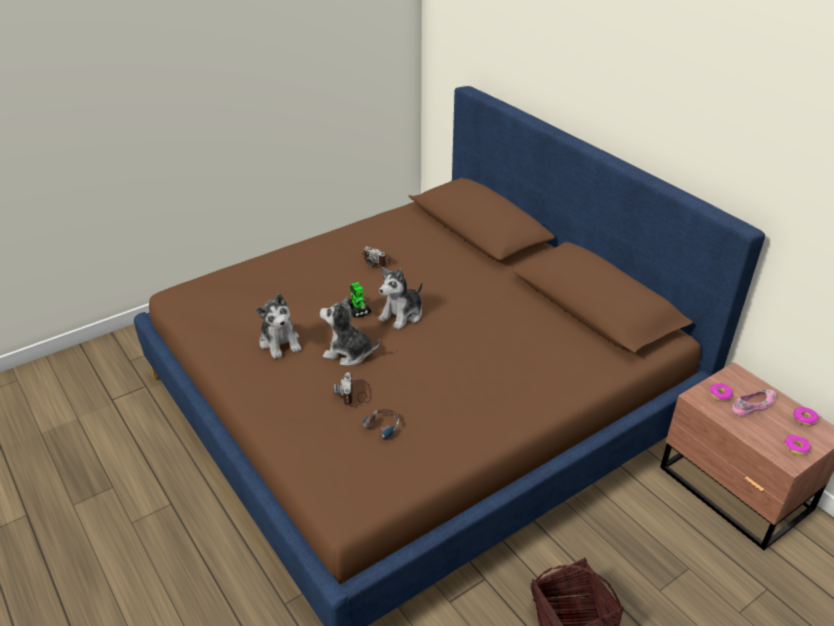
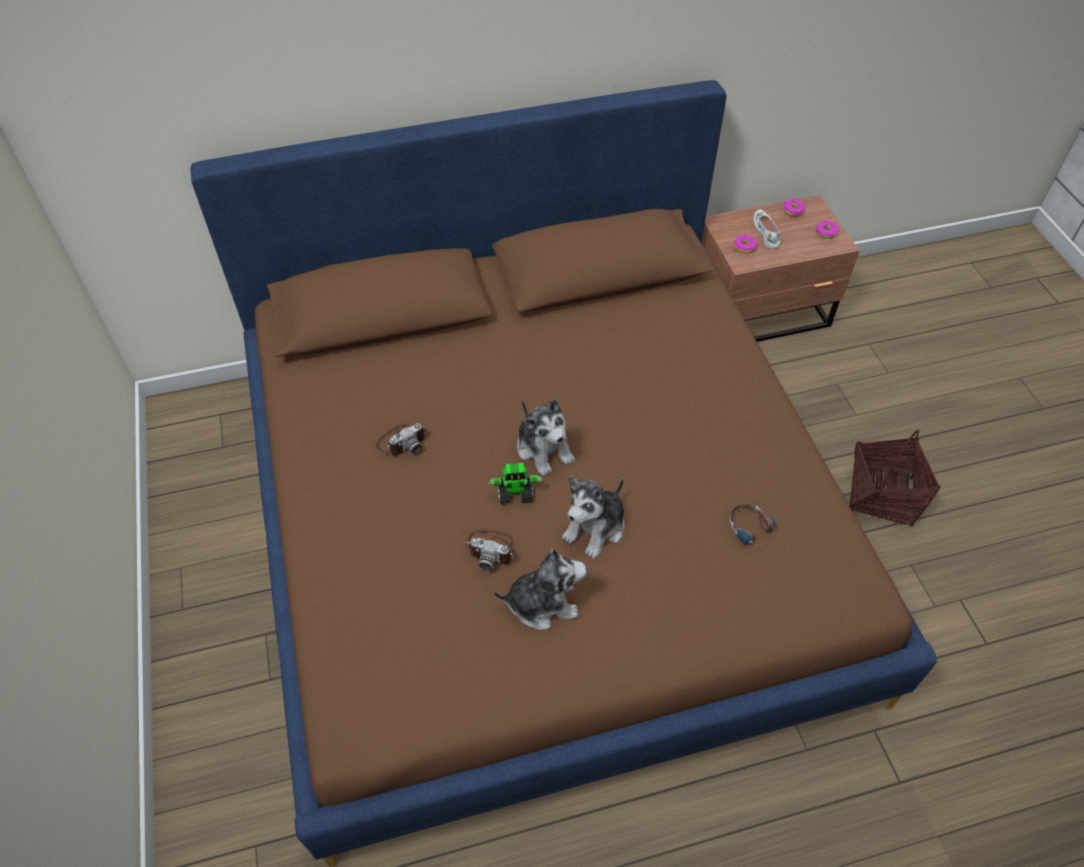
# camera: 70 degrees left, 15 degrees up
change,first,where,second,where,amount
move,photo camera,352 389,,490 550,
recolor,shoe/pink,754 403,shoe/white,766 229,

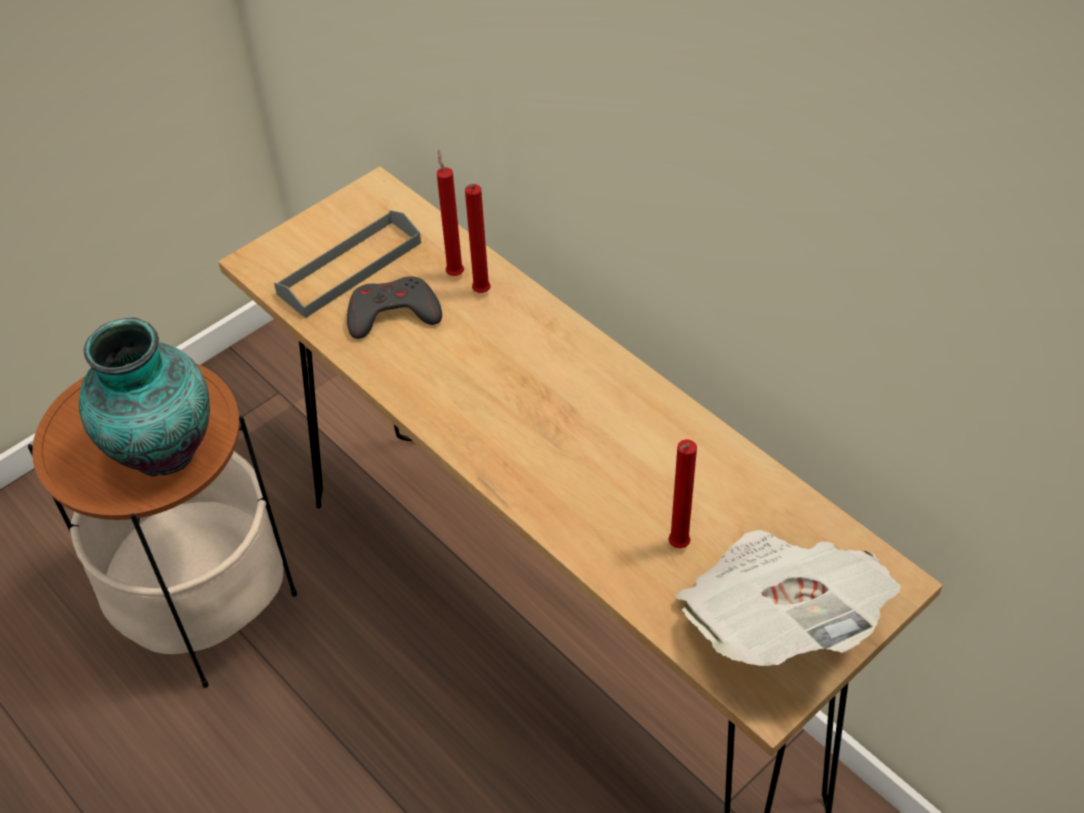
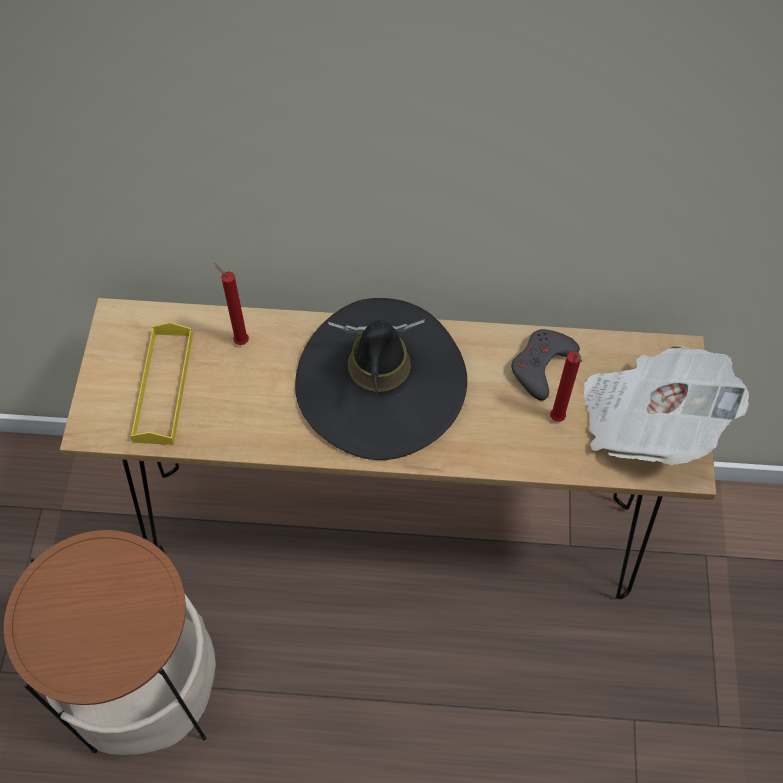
# camera: 45 degrees left, 10 degrees up
change,first,where,second,where,amount
delete,candle/red,478 238,,,
recolor,tray/grey,347 264,tray/yellow,162 383,
move,game controller/grey,394 307,,545 364,
delete,vase,144 397,,,
insert,,,hat/black,381 379,

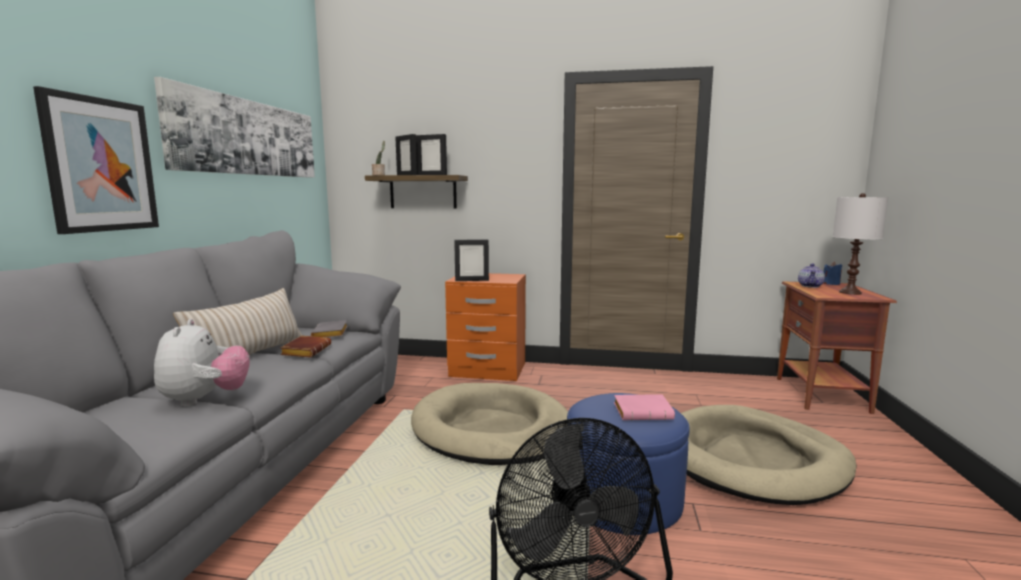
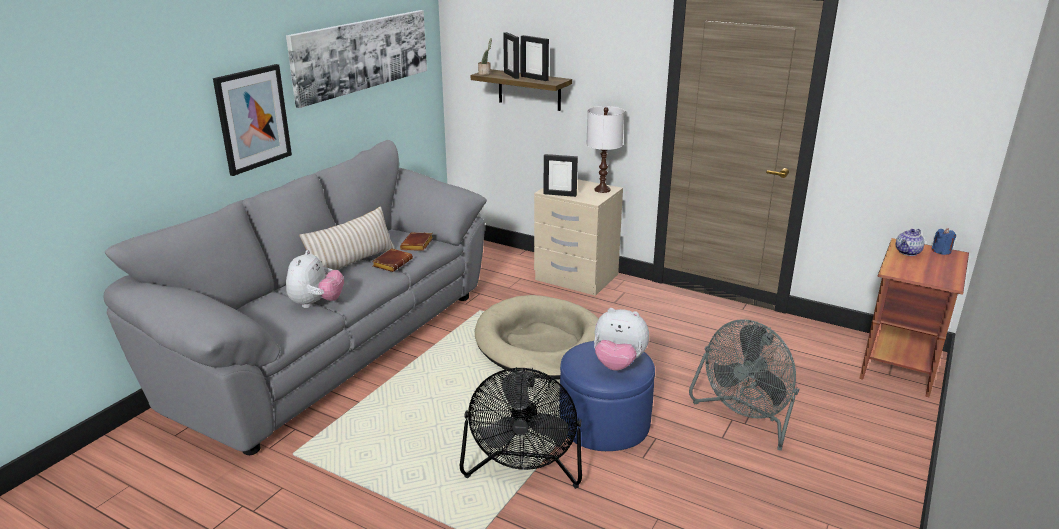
# camera: 20 degrees right, 15 degrees up
change,first,where,second,where,amount
move,table lamp/white,861 244,,605 149,
recolor,nightstand/orange,485 327,nightstand/beige,578 237,
recolor,book/grey,329 329,book/brown,416 241,
replace,book/pink,644 407,plush toy,621 339,
replace,dog bed/beige,769 455,fan/grey,744 385,

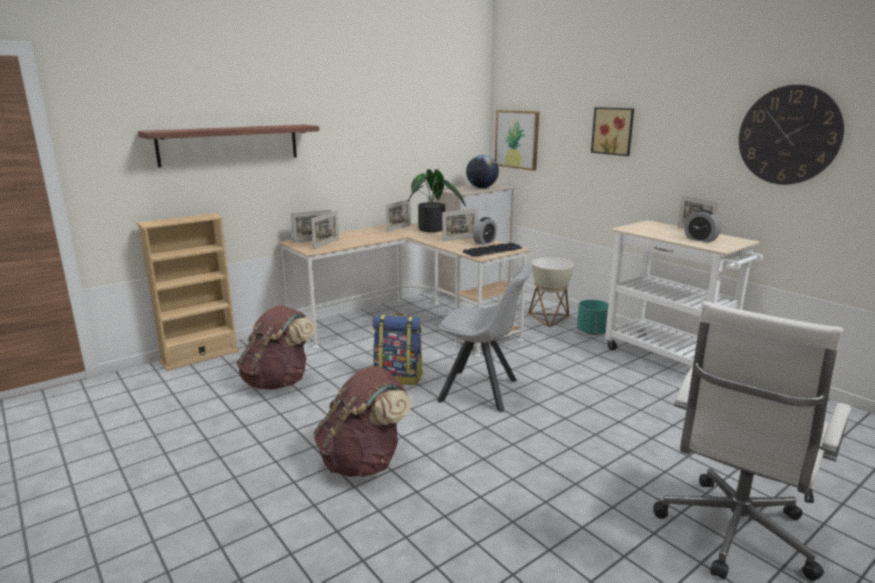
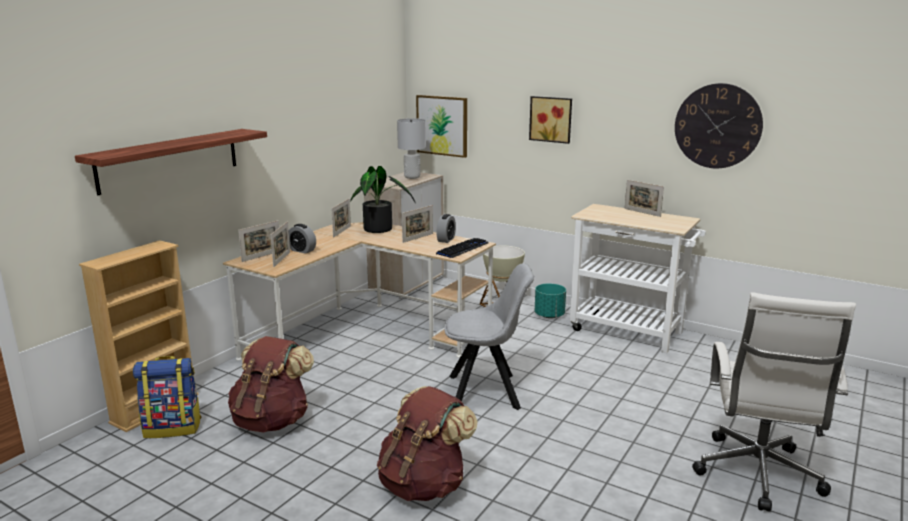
# camera: 20 degrees left, 0 degrees up
change,first,where,second,where,amount
replace,globe,482 171,table lamp/grey,411 148,
move,alarm clock,702 226,,302 239,
move,backpack,397 349,,167 397,

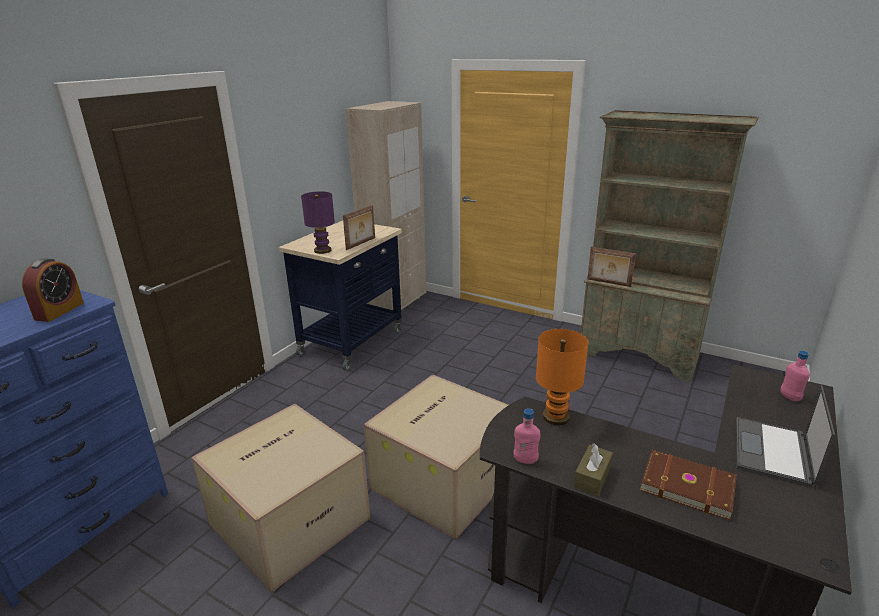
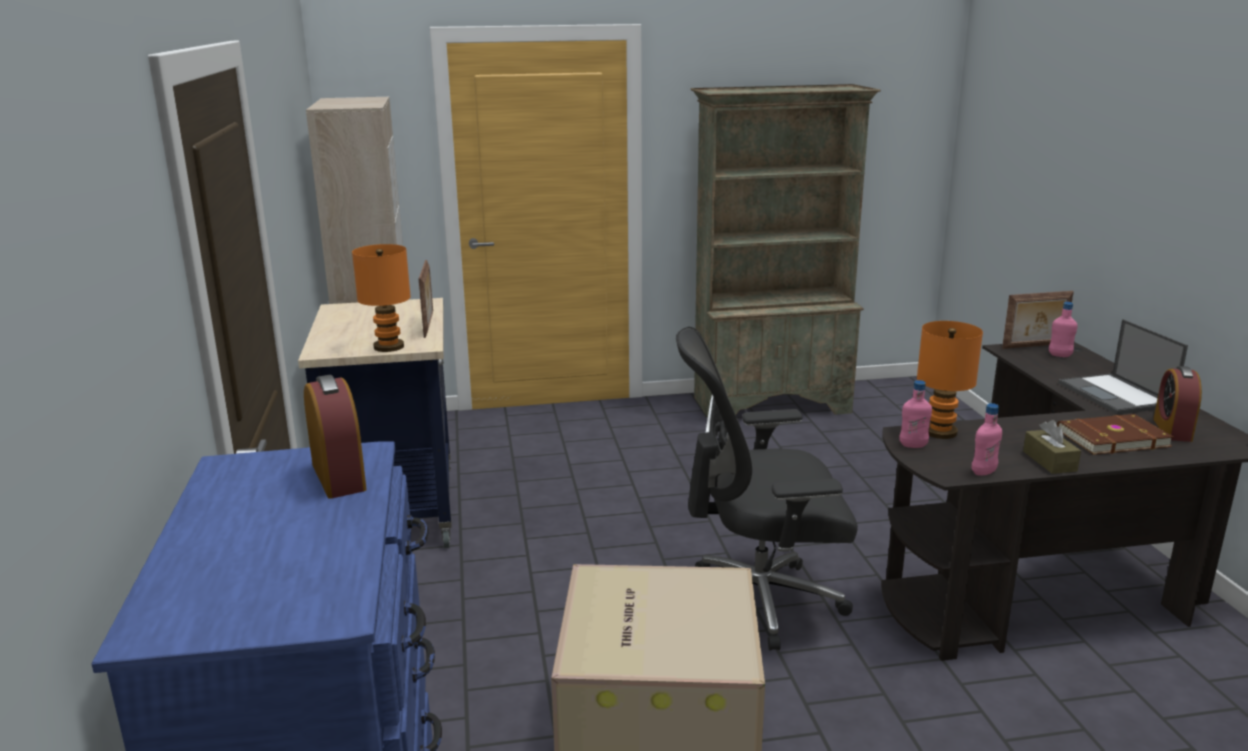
# camera: 40 degrees left, 5 degrees down
change,first,where,second,where,amount
recolor,table lamp/purple,318 222,table lamp/orange,381 298,
move,picture frame,611 267,,1038 320,
replace,cardboard box,436 456,office chair,767 488,
insert,,,alarm clock,1177 404,
insert,,,bottle/pink,916 414,

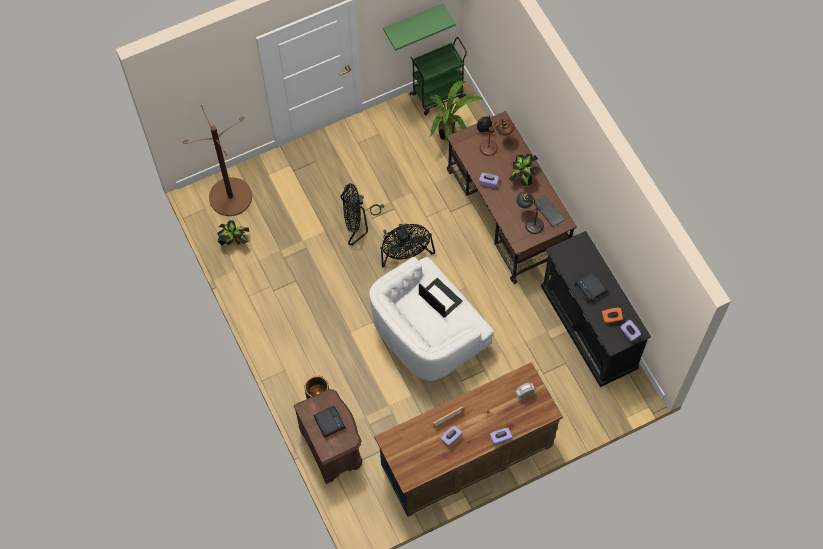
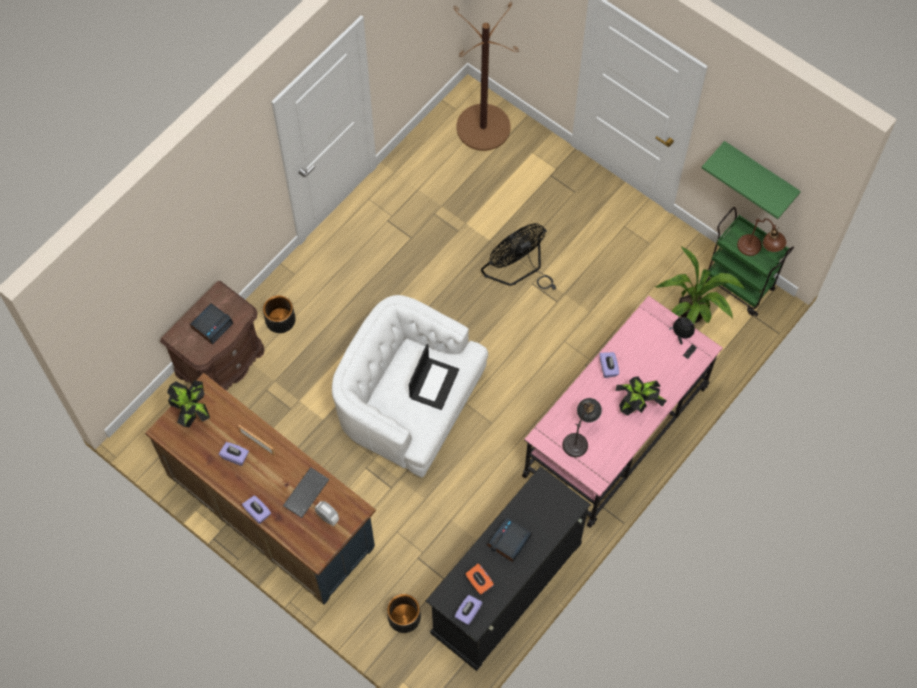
# camera: 65 degrees right, 0 degrees up
change,first,where,second,where,amount
recolor,desk/brown,512 197,desk/pink,622 411,
move,table lamp/brown,497 137,,761 237,
move,keyboard,549 211,,306 492,
move,potted plant,233 233,,188 403,
delete,fan/black,407 245,,,
insert,,,planter/black,404 613,

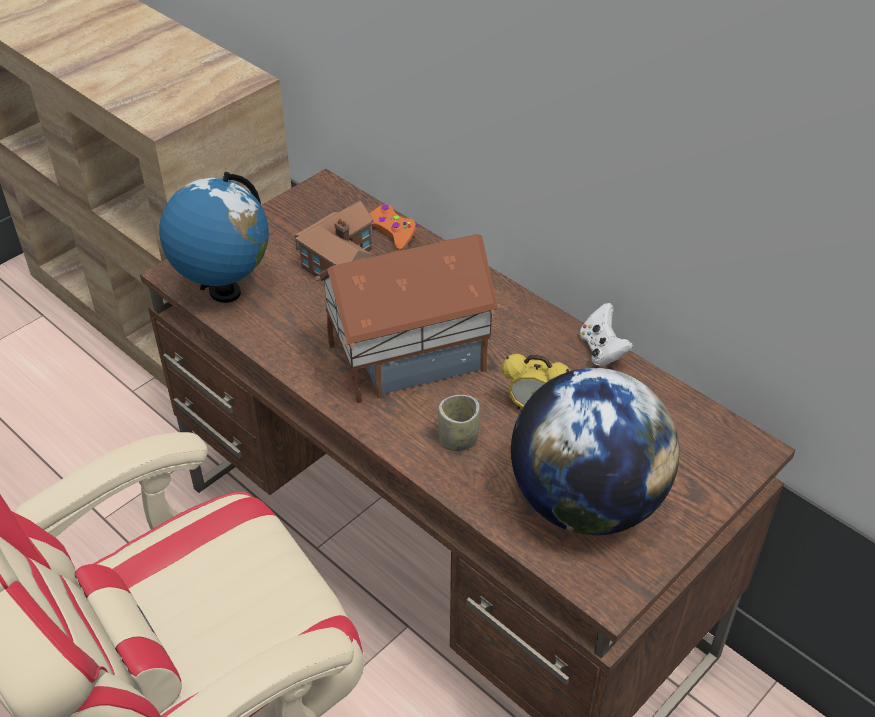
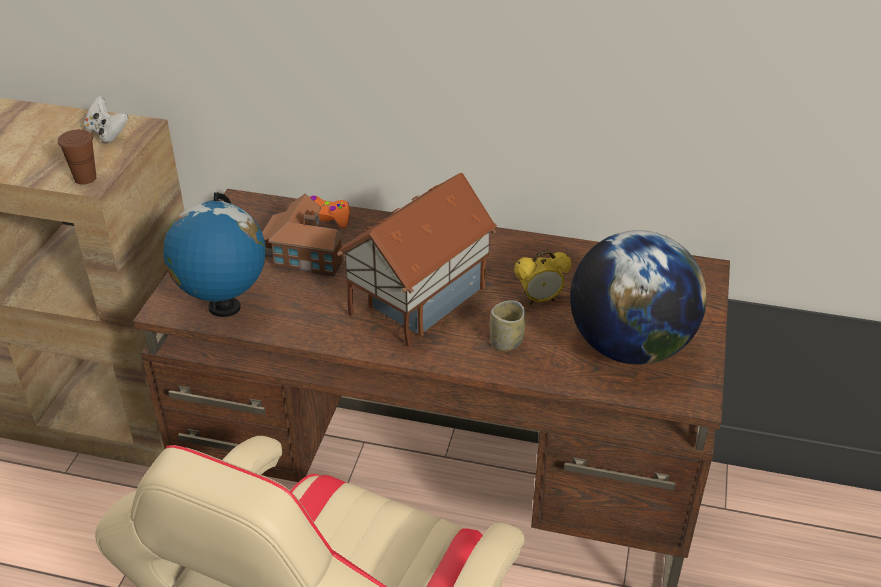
# camera: 30 degrees left, 5 degrees down
change,first,where,second,where,amount
move,game controller/white,606 334,,106 119,
insert,,,cup/brown,77 157,

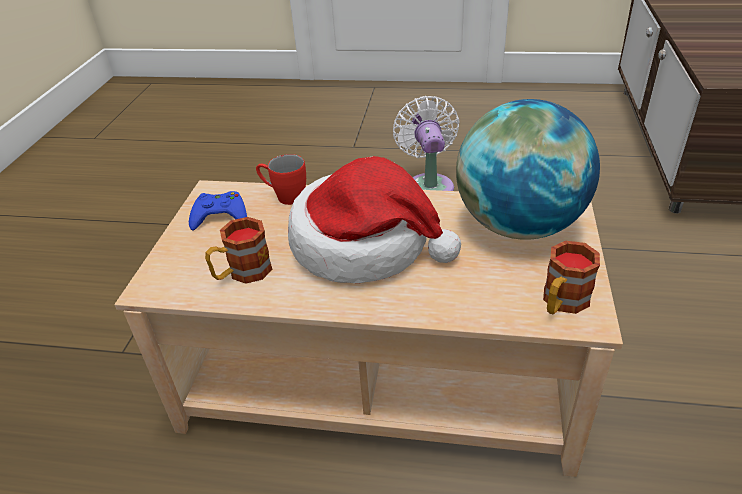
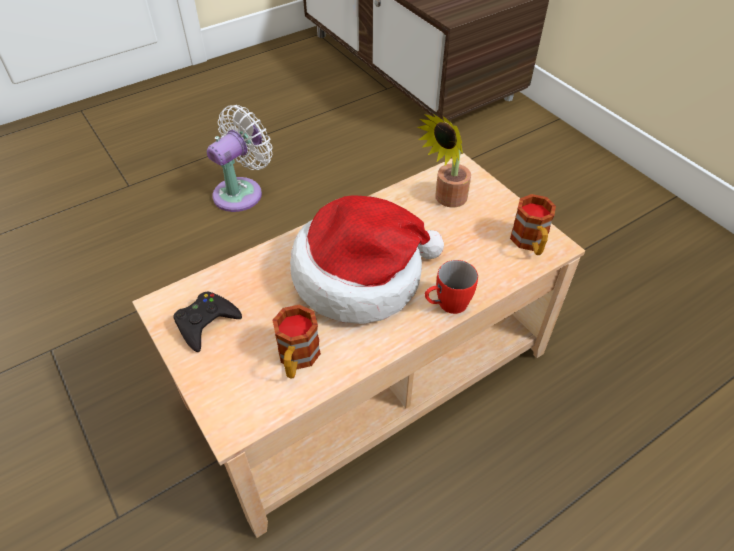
# camera: 45 degrees left, 10 degrees up
change,first,where,second,where,amount
rotate,fan/white,426 143,,239 158,90 degrees clockwise
replace,globe,528 169,potted plant,444 160,
move,mug/red,281 179,,451 287,
recolor,game controller/blue,218 211,game controller/black,207 321,

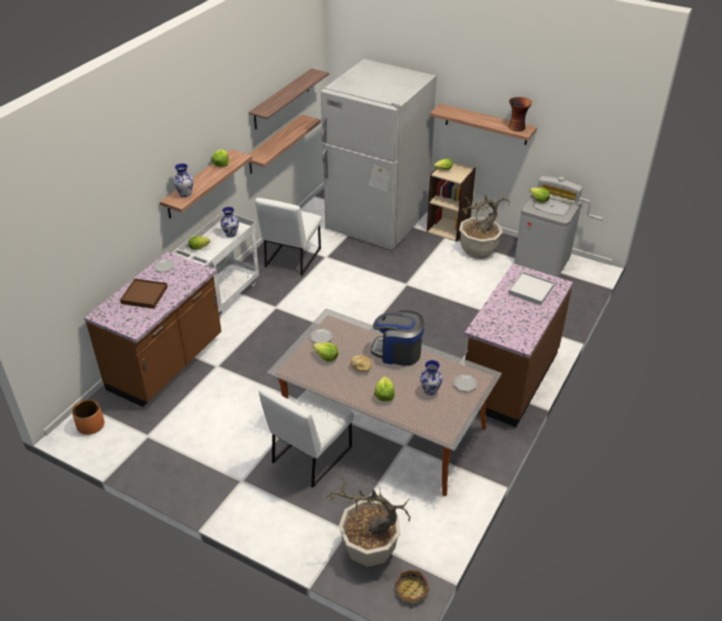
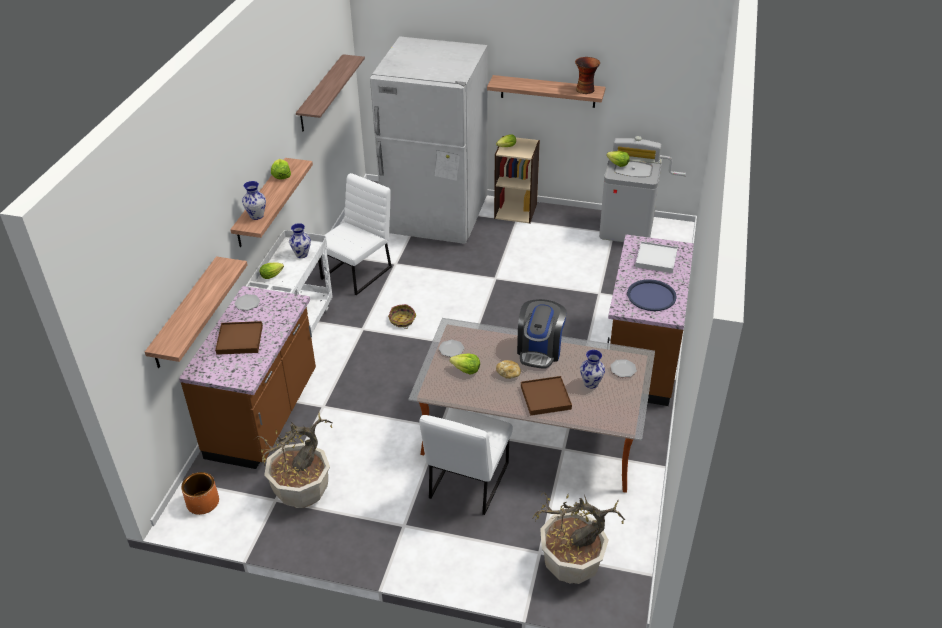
# camera: 15 degrees left, 0 degrees up
change,first,where,second,where,amount
move,shelf,284 144,,196 312,
move,potted plant,484 226,,295 459,
rotate,chair/white,288 237,,355 234,150 degrees counterclockwise
rotate,coffee machine,398 338,,542 333,75 degrees counterclockwise
replace,lettuce,384 388,tray/brown,546 395,
move,basket,412 589,,402 316,
insert,,,tray/blue,652 295,

